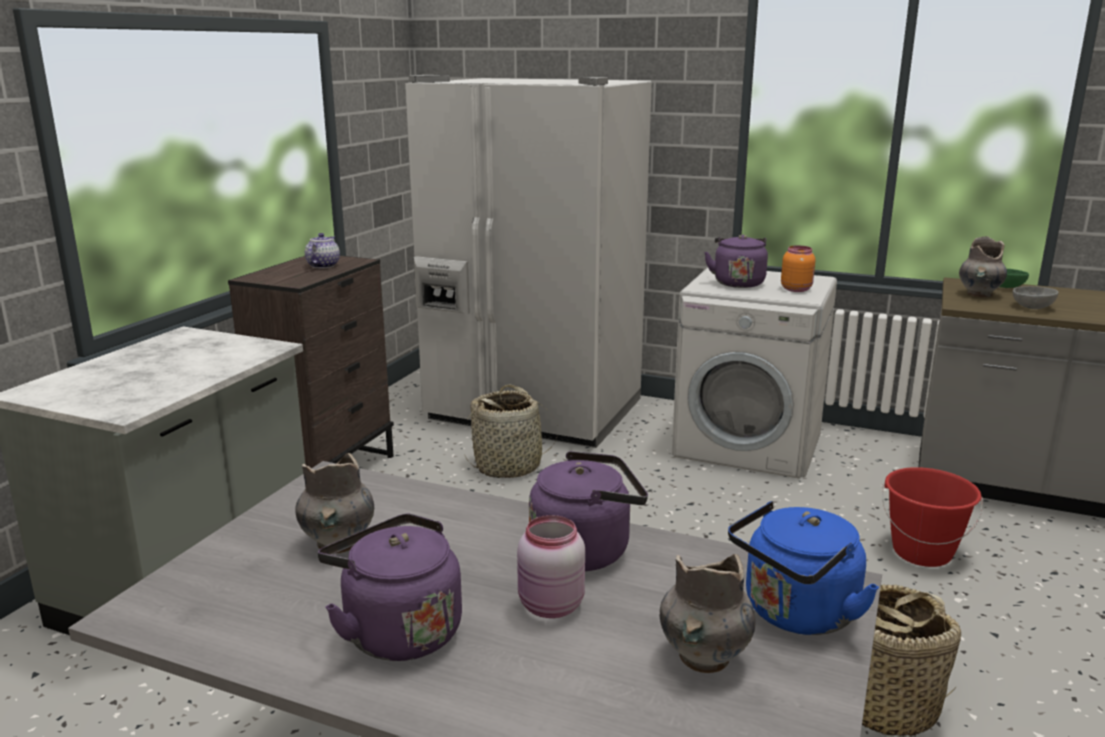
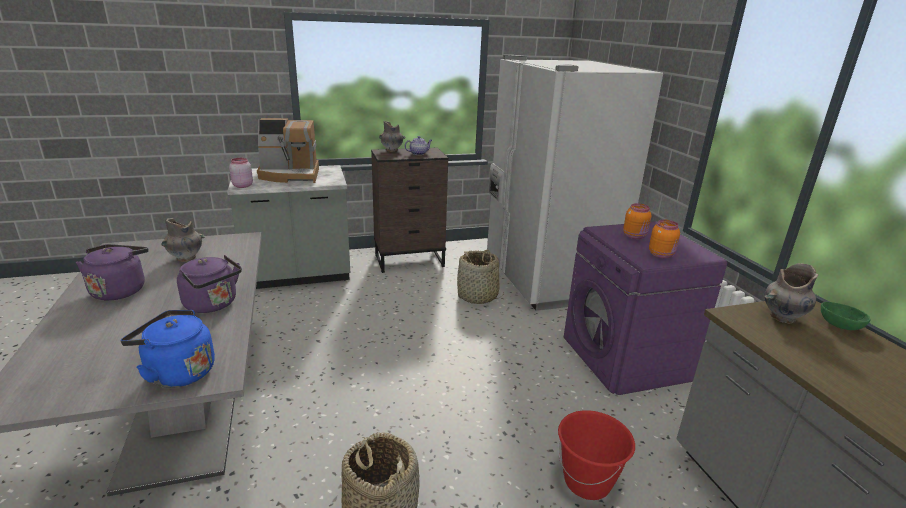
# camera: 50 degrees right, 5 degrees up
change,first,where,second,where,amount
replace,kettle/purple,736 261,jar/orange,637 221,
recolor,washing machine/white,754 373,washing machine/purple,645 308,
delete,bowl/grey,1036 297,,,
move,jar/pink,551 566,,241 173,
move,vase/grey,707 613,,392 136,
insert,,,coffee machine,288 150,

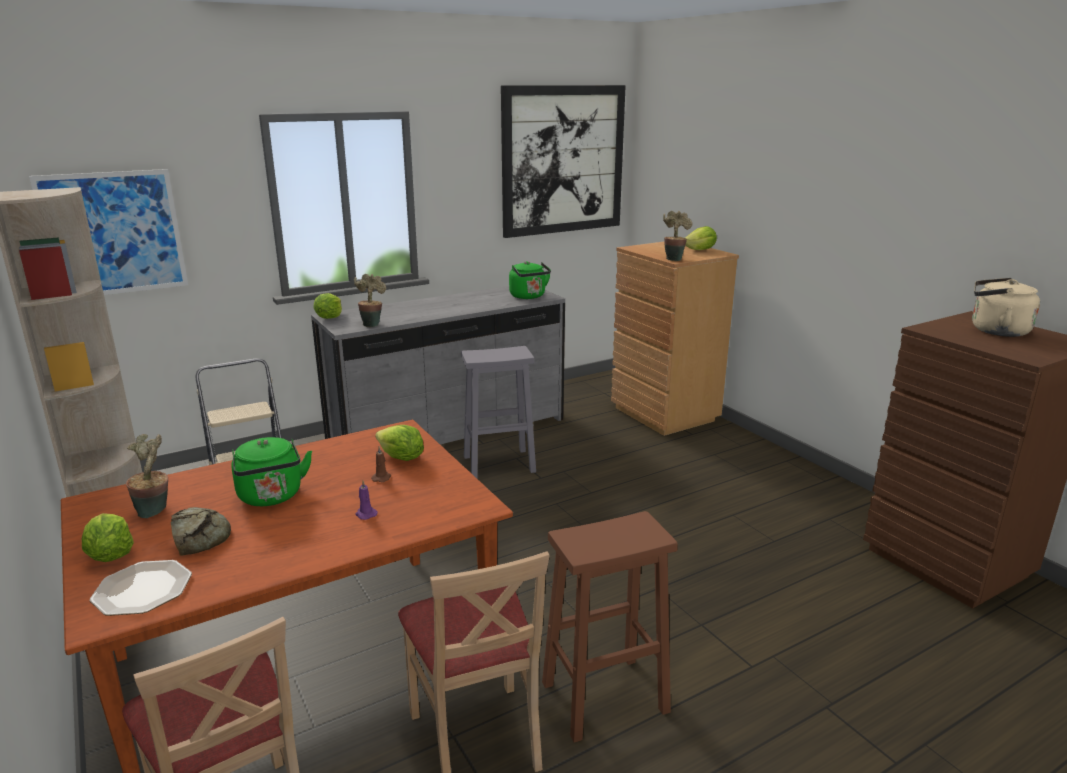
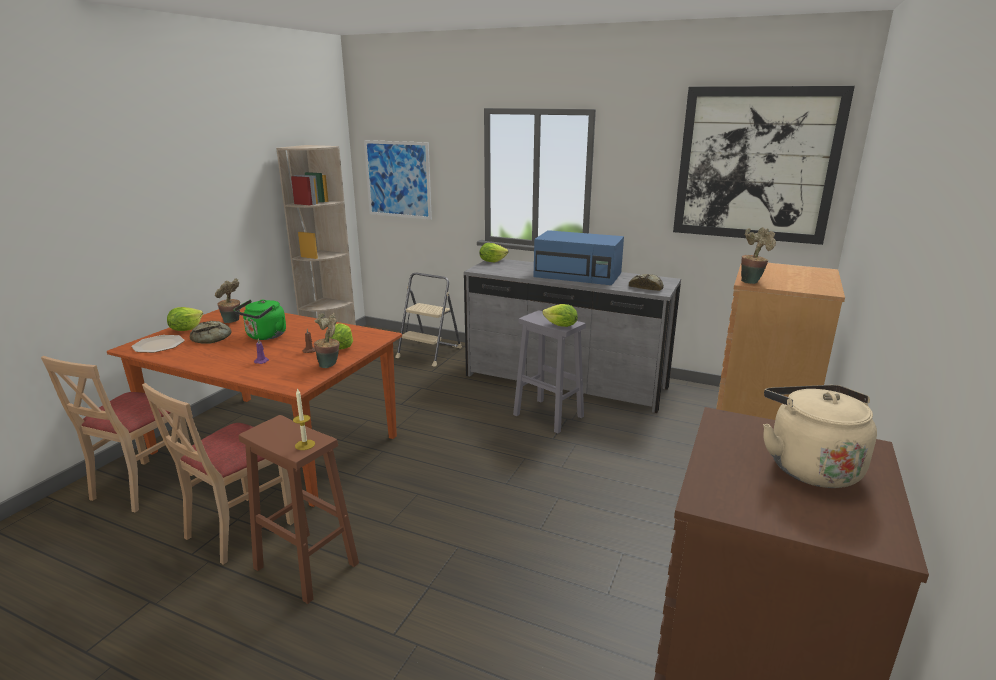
# camera: 55 degrees right, 0 degrees up
change,first,where,second,where,amount
move,lettuce,701 238,,560 315,
replace,kettle/green,530 280,bread,646 282,
move,potted plant,370 300,,327 340,
insert,,,microwave/blue,579 257,
insert,,,candle,304 419,

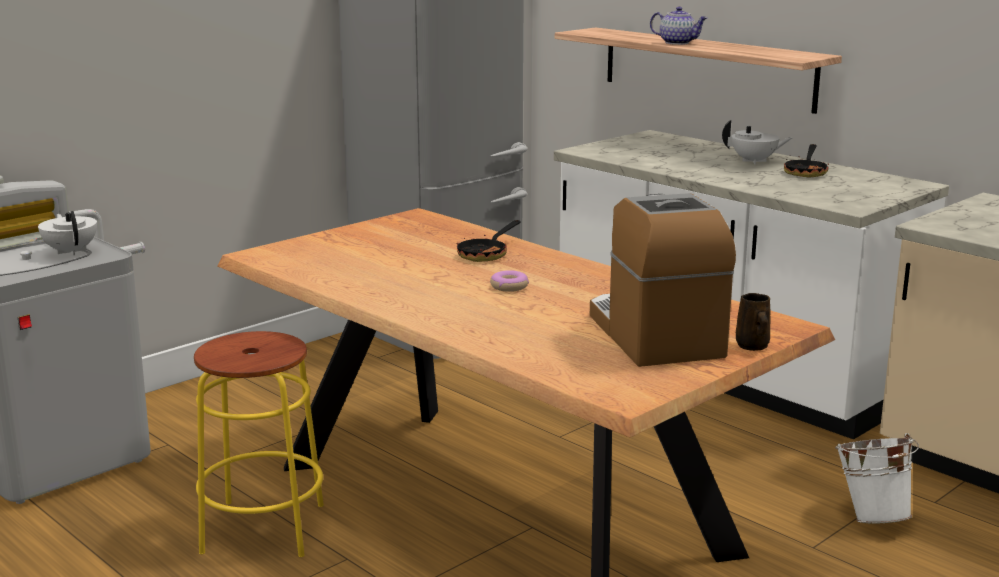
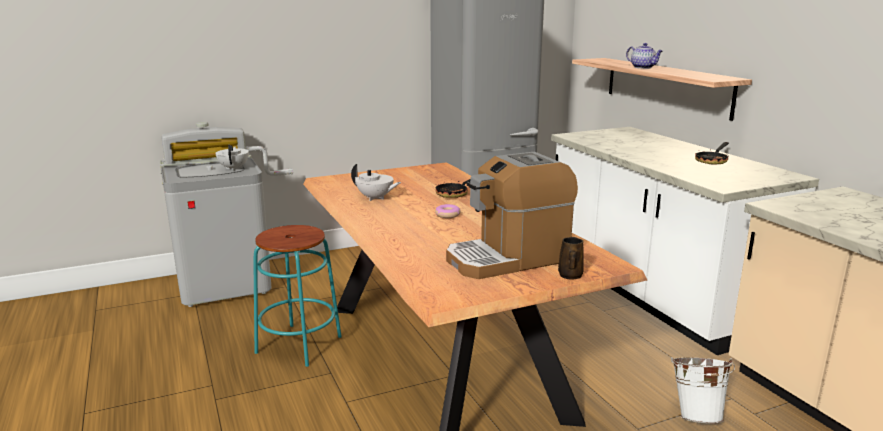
# camera: 20 degrees right, 0 degrees up
change,first,where,second,where,amount
move,teapot/white,757 142,,376 182,
rotate,coffee machine,663 280,,512 215,120 degrees counterclockwise
recolor,stool/yellow,259 444,stool/turquoise,298 296,

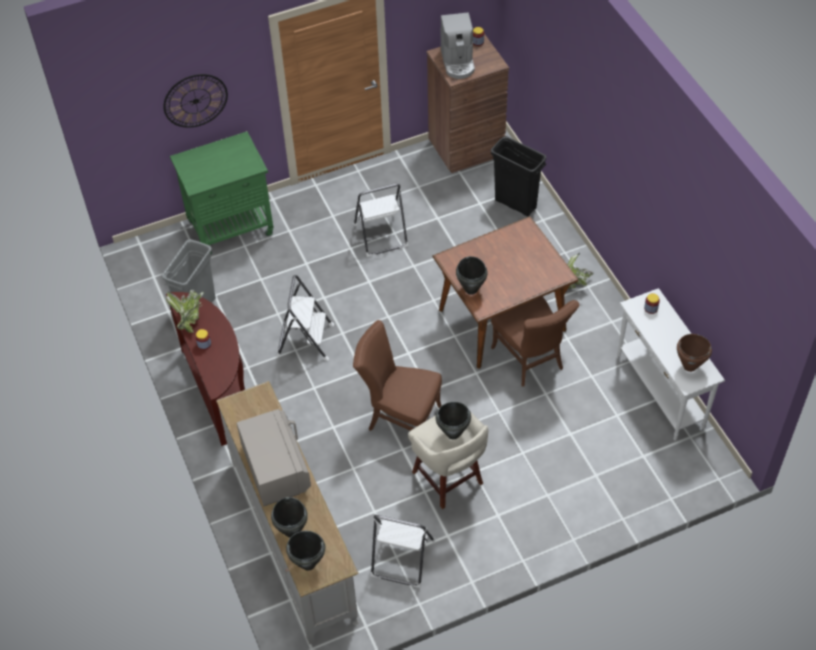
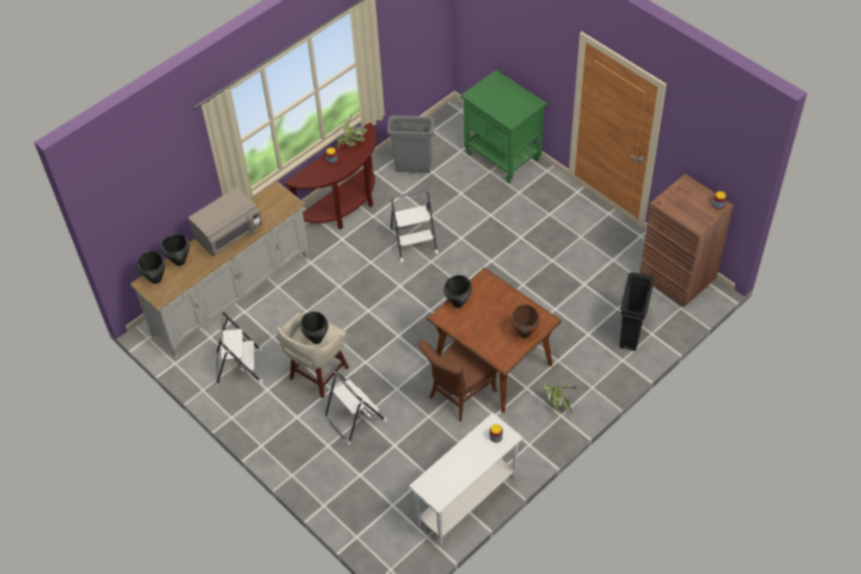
# camera: 70 degrees right, 0 degrees up
change,first,where,second,where,amount
delete,coffee machine,457 46,,,
delete,wall clock,195 101,,,
move,step ladder/white,380 220,,355 407,
delete,chair/brown,397 375,,,
move,cooking pot/brown,694 353,,525 321,

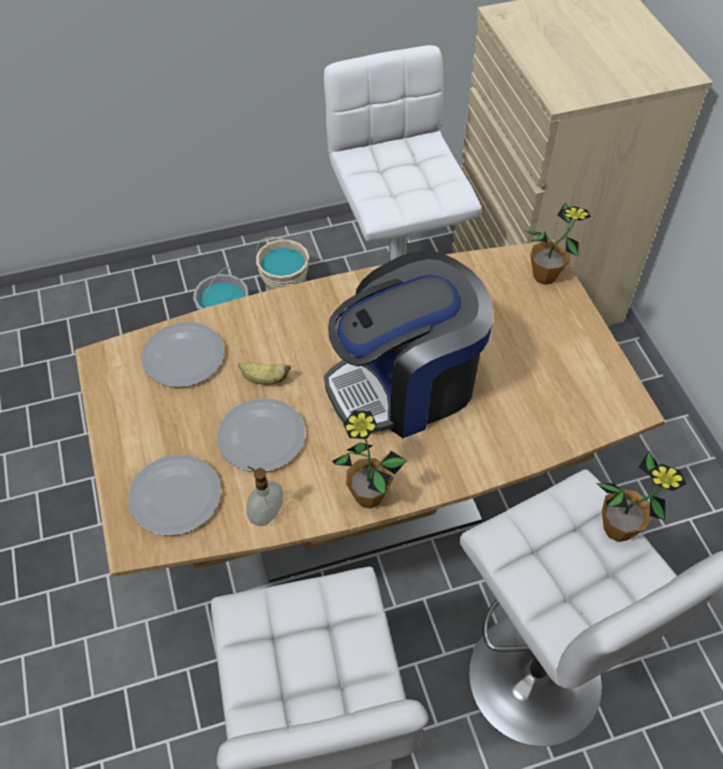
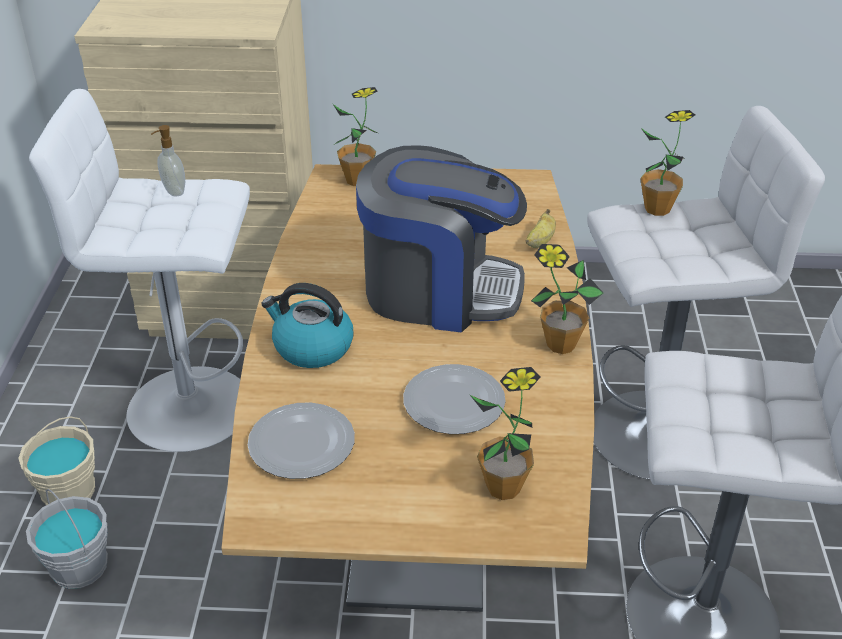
# camera: 70 degrees left, 15 degrees down
change,first,where,second,where,amount
rotate,coffee machine,408 344,,441 239,75 degrees counterclockwise
move,banana,264 374,,541 228,
replace,plate,174 495,potted plant,505 433,
move,soap dispenser,264 496,,168 160,
insert,,,kettle,307 325,

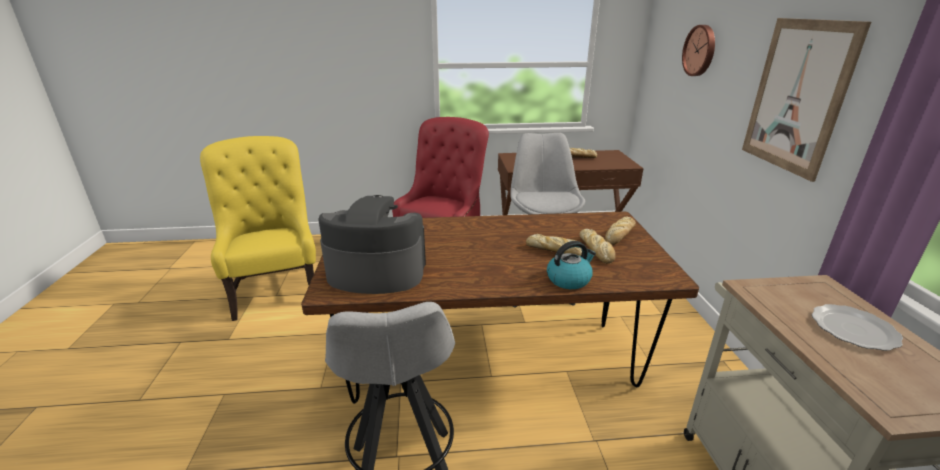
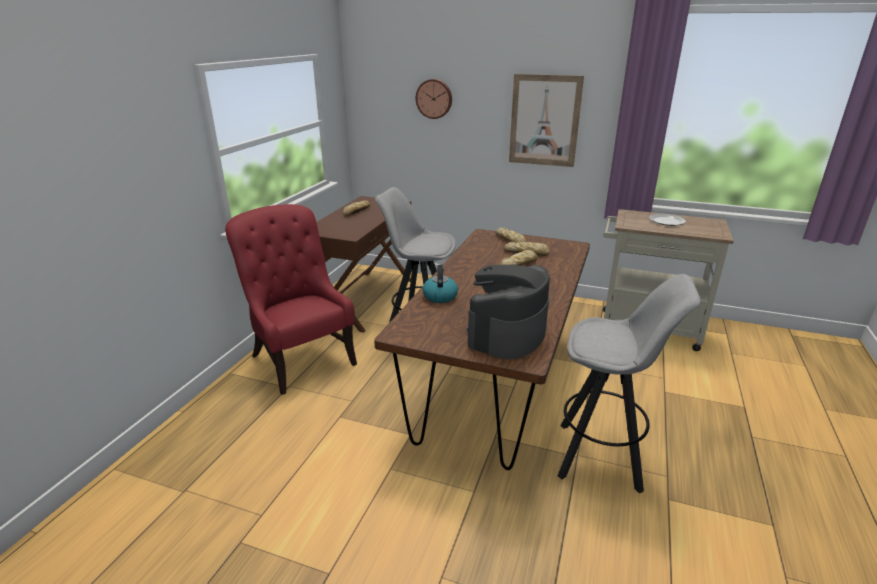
# camera: 65 degrees left, 0 degrees up
change,first,where,second,where,amount
delete,chair/yellow,258 228,,,
move,kettle,571 265,,440 283,

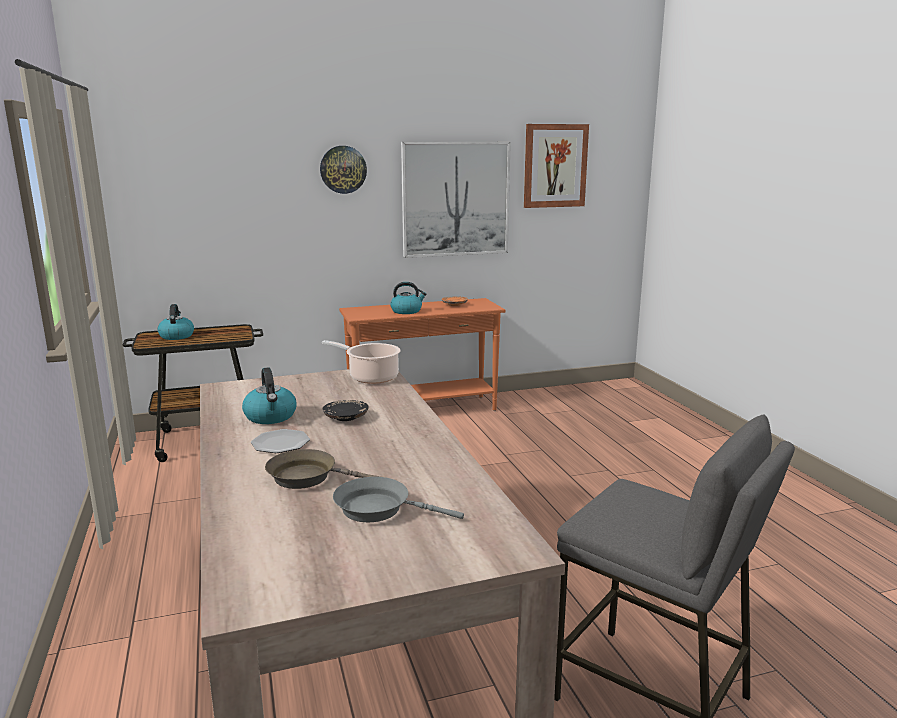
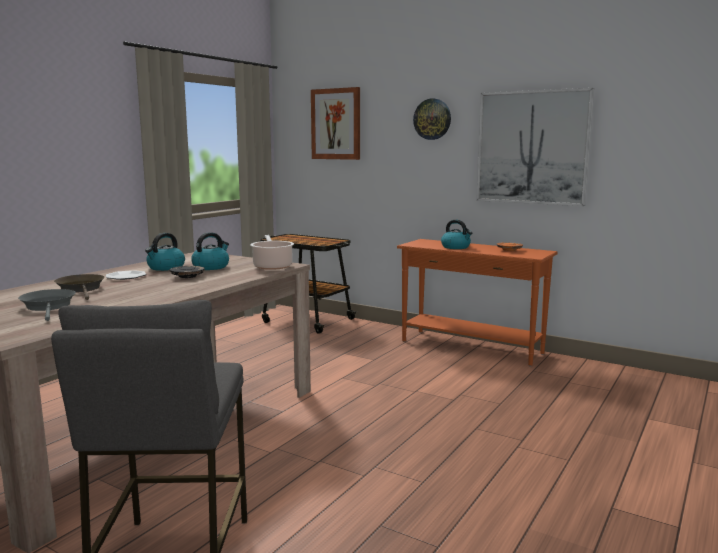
# camera: 50 degrees right, 5 degrees down
change,first,where,second,where,amount
move,picture,556 166,,335 123,
move,kettle,176 322,,210 251,

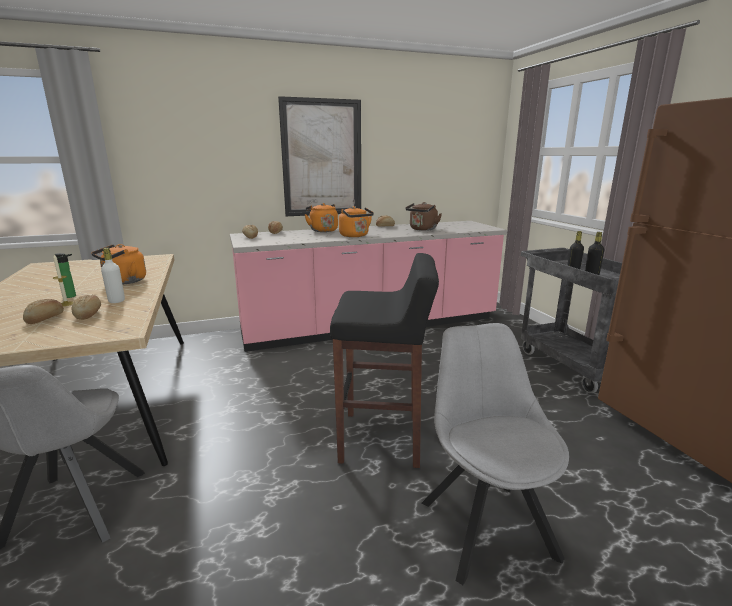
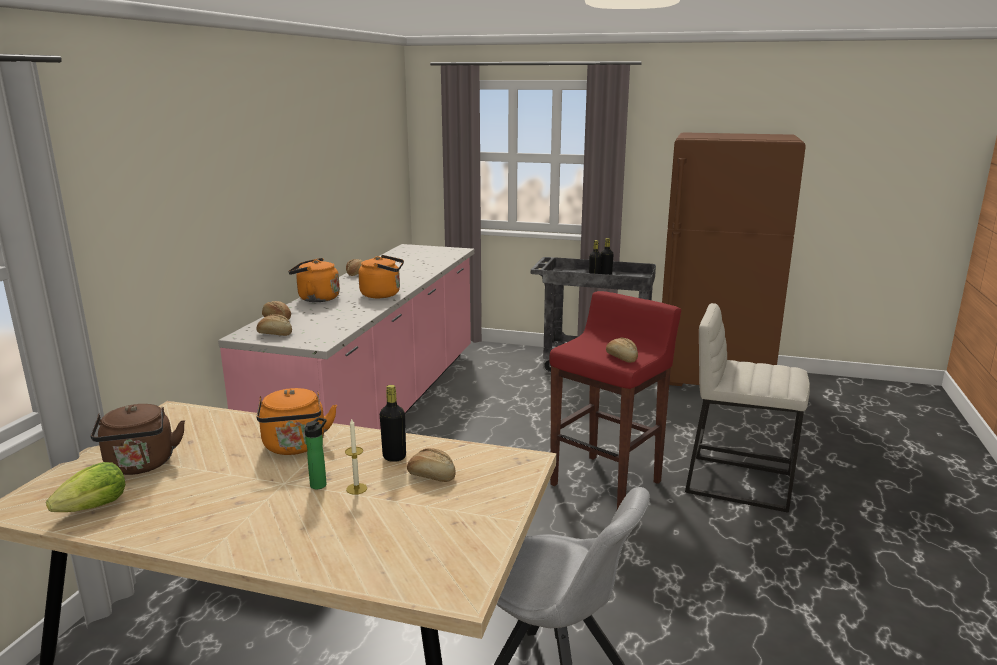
# camera: 55 degrees left, 0 degrees up
change,first,where,second,where,amount
delete,picture,319 156,,,
move,kettle/brown,423 216,,138 439,
recolor,bottle/white,113 275,bottle/black,393 423,
recolor,stool/black,384 360,stool/red,615 400,
move,bread,43 311,,622 350,
replace,chair/grey,495 454,stool/beige,747 408,
insert,,,lettuce,85 487,

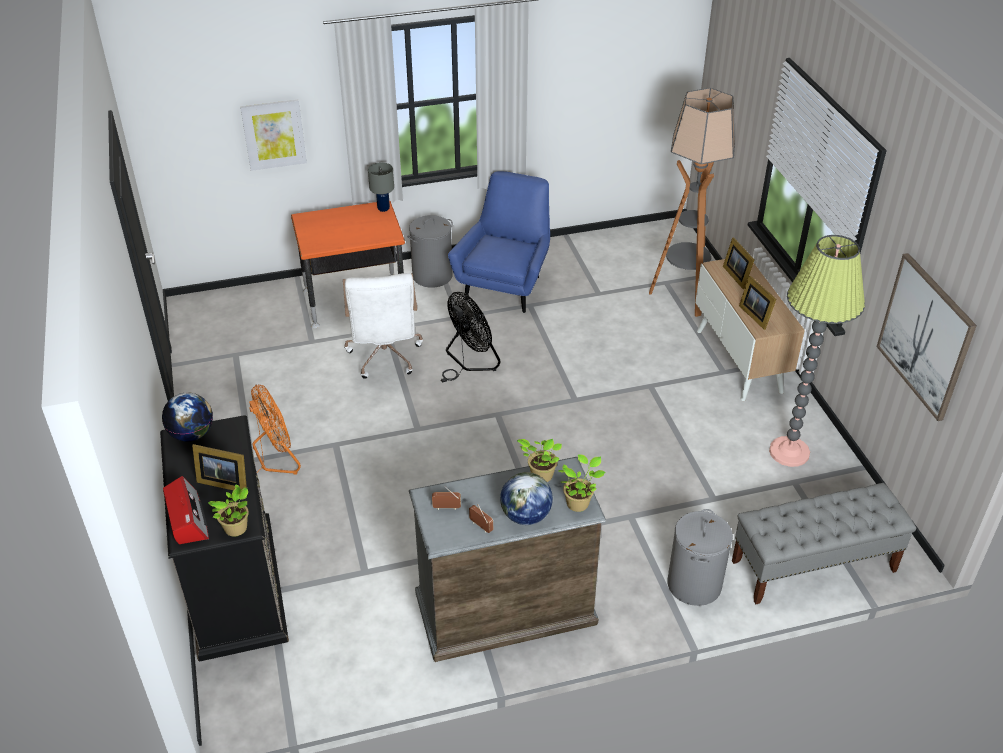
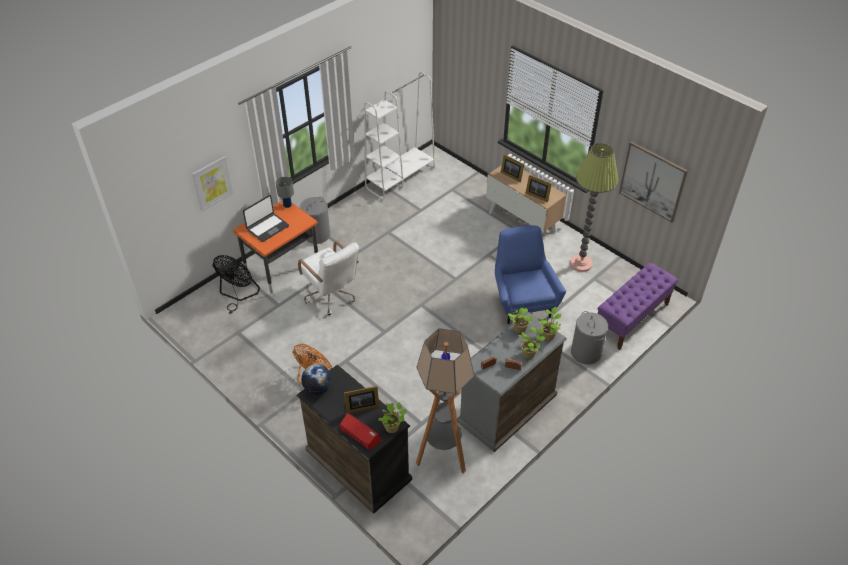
# camera: 30 degrees left, 5 degrees up
change,first,where,second,where,amount
move,floor lamp,692 202,,445 400,
move,armchair/blue,499 242,,530 274,
move,fan/black,470 337,,236 284,
replace,globe,526 498,potted plant,532 343,
recolor,bench/grey,824 543,bench/purple,638 306,
insert,,,clothes rack/white,399 135,
insert,,,laptop,266 218,

